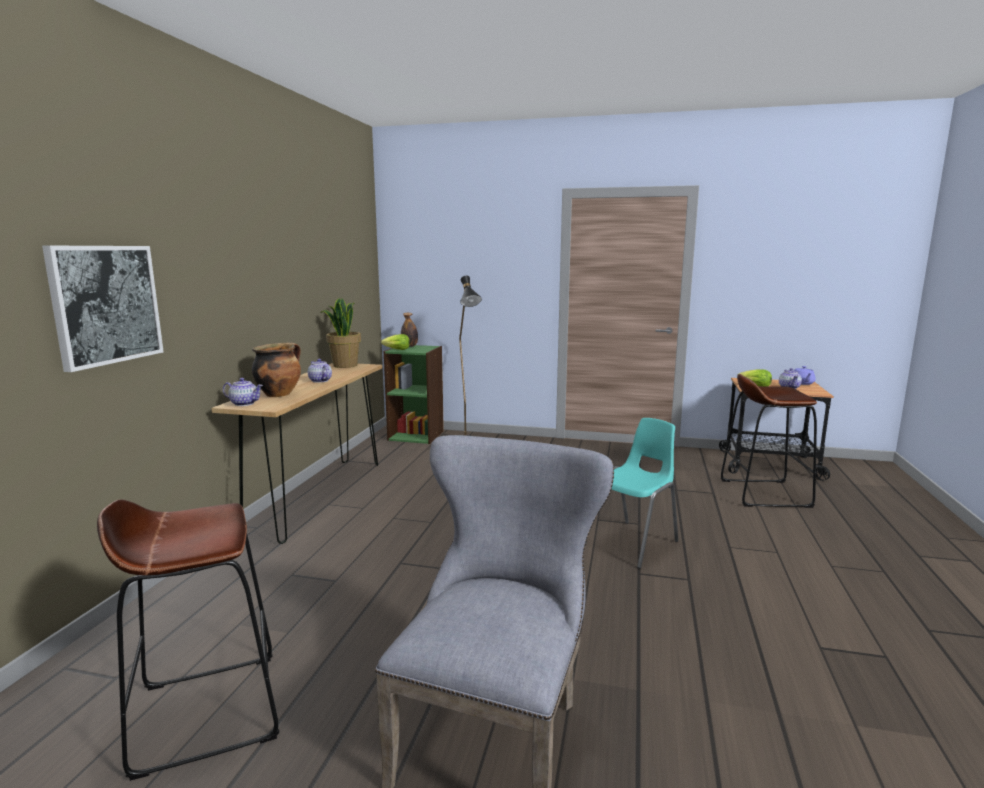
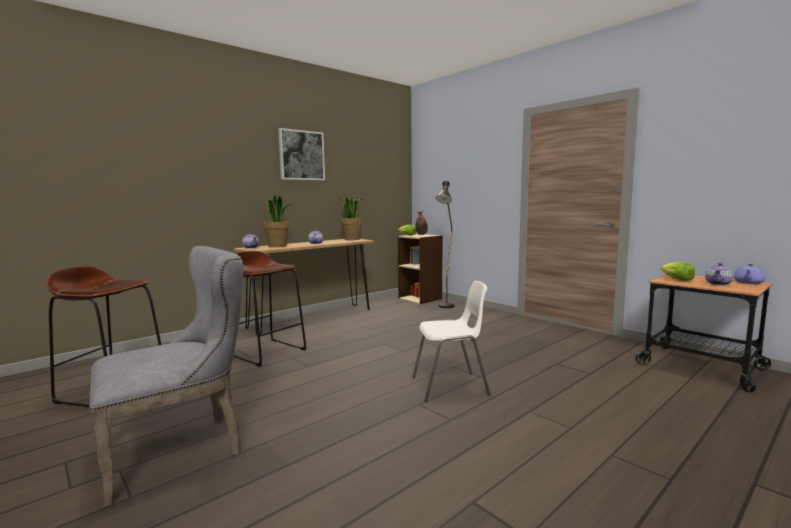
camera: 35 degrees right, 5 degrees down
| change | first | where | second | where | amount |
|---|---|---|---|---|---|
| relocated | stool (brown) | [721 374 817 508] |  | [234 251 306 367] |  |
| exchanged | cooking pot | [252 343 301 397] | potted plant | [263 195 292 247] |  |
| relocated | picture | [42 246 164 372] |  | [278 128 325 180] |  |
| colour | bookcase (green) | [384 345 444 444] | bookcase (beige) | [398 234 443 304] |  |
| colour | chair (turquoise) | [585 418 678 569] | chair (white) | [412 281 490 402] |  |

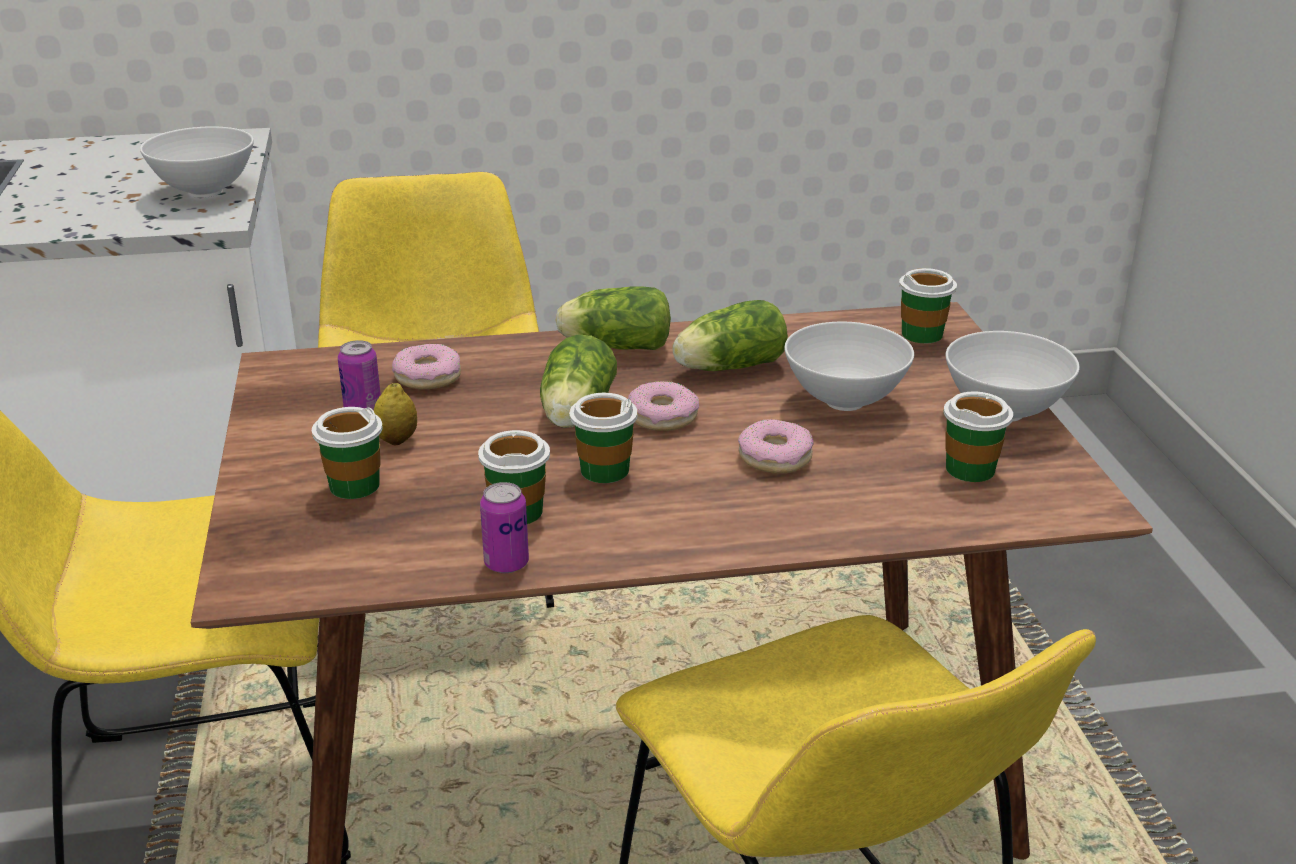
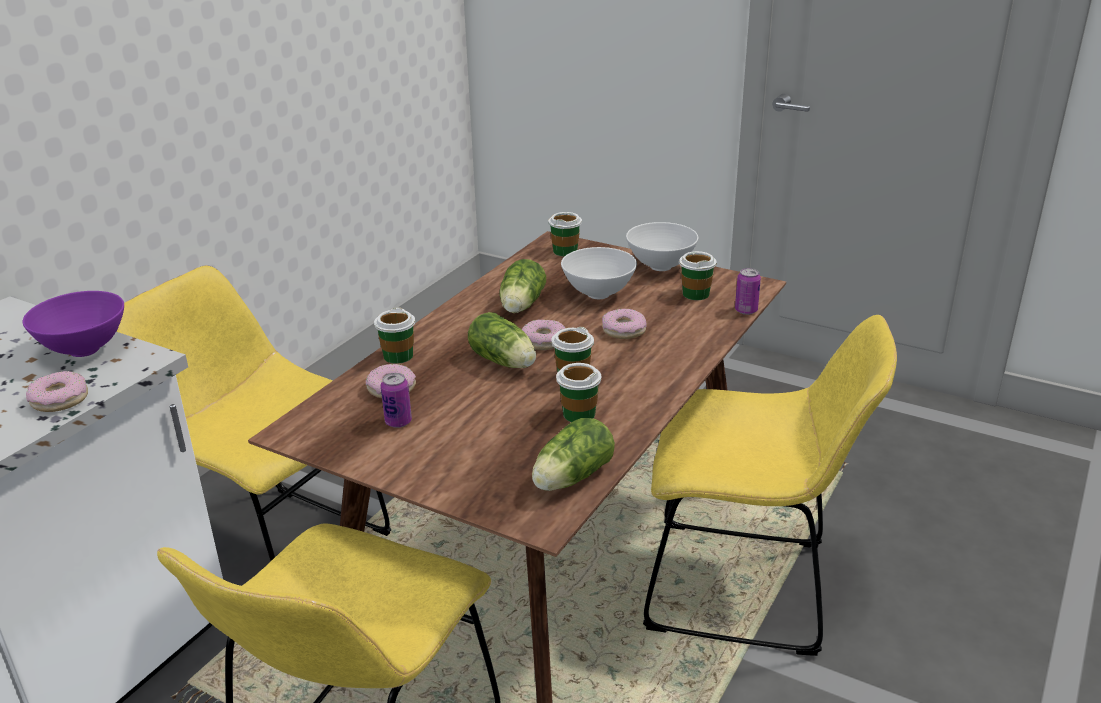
camera: 50 degrees left, 0 degrees up
| change | first | where | second | where | amount |
|---|---|---|---|---|---|
| colour | bowl (white) | [140 126 254 198] | bowl (purple) | [23 291 124 357] |  |
| appeared |  |  | donut | [26 371 88 412] |  |
| relocated | cup | [312 407 383 499] |  | [374 307 415 364] |  |
| relocated | lettuce | [556 286 671 350] |  | [532 418 615 491] |  |
| relocated | can | [480 482 529 573] |  | [735 268 761 315] |  |
| missing | lemon | [374 383 417 446] |  |  |  |

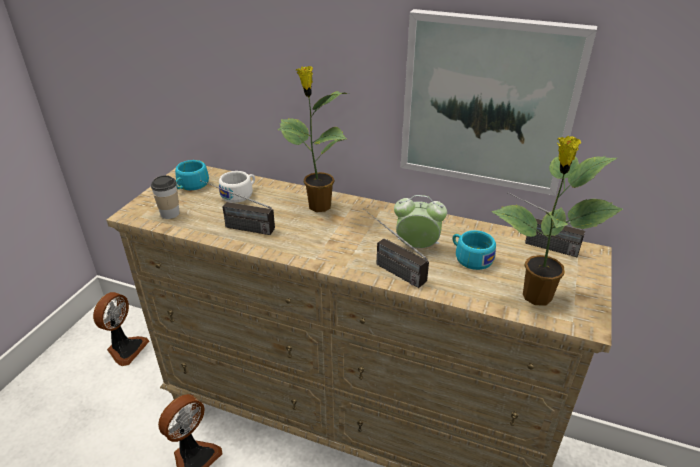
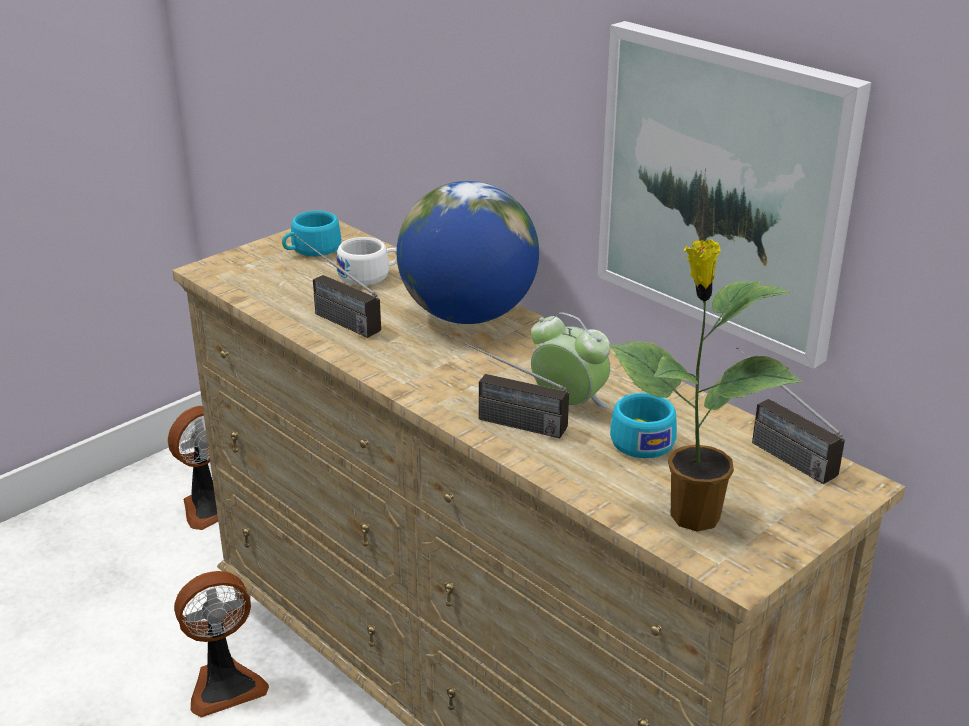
camera: 25 degrees right, 5 degrees down
| change | first | where | second | where | amount |
|---|---|---|---|---|---|
| exchanged | potted plant | [278 66 350 212] | globe | [396 181 539 324] |  |
| spun | radio | [363 208 429 288] |  | [442 332 569 438] | 45 degrees counterclockwise |
| missing | cup | [151 175 180 219] |  |  |  |

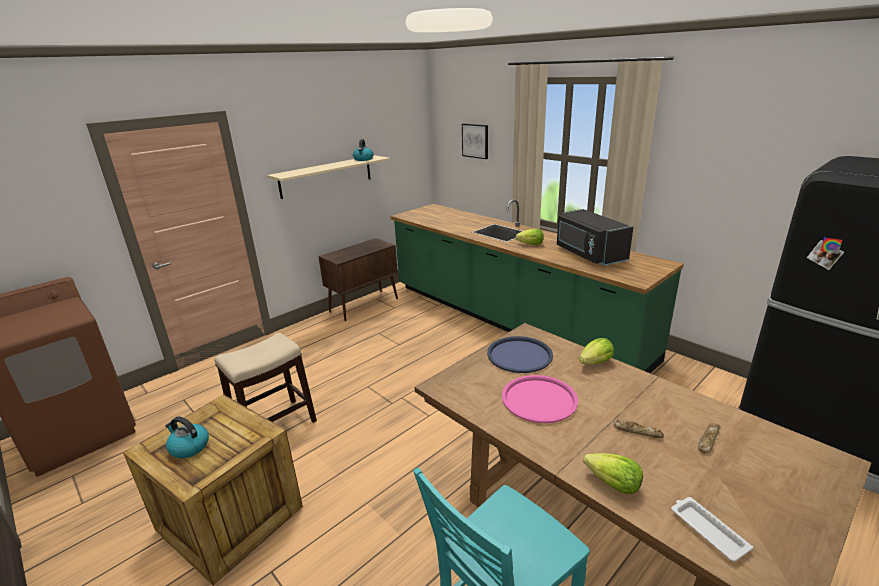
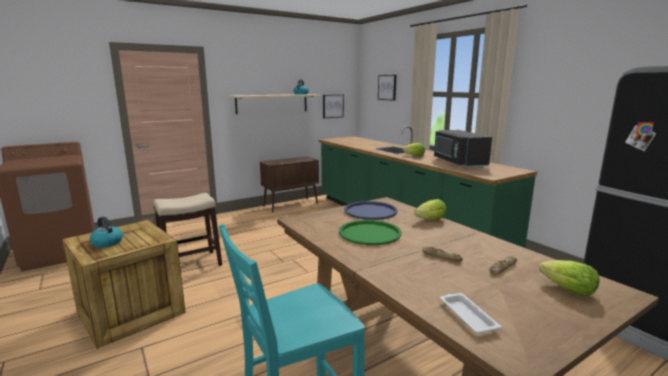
camera: 10 degrees right, 10 degrees down
| change | first | where | second | where | amount |
|---|---|---|---|---|---|
| appeared |  |  | picture | [323 95 344 118] |  |
| colour | tray (pink) | [502 375 578 423] | tray (green) | [339 220 402 245] |  |
| relocated | lettuce | [583 453 643 494] |  | [539 260 600 296] |  |

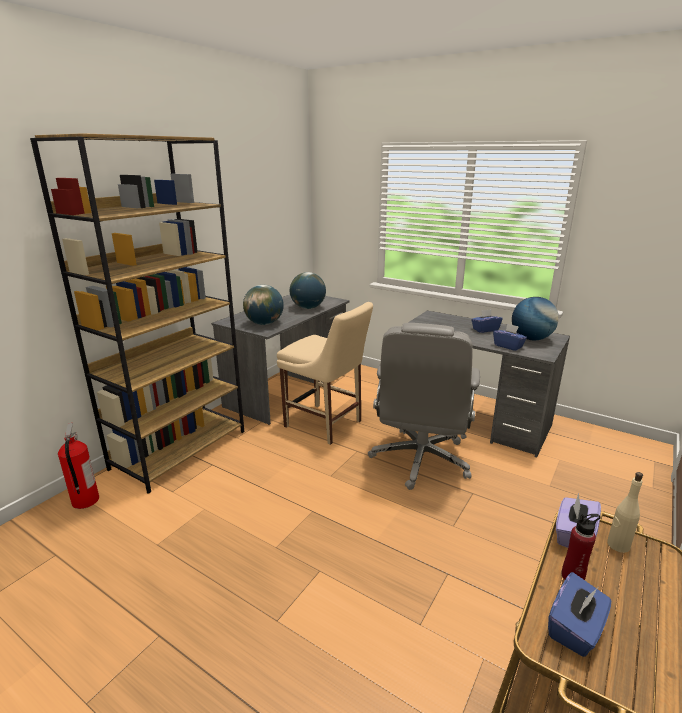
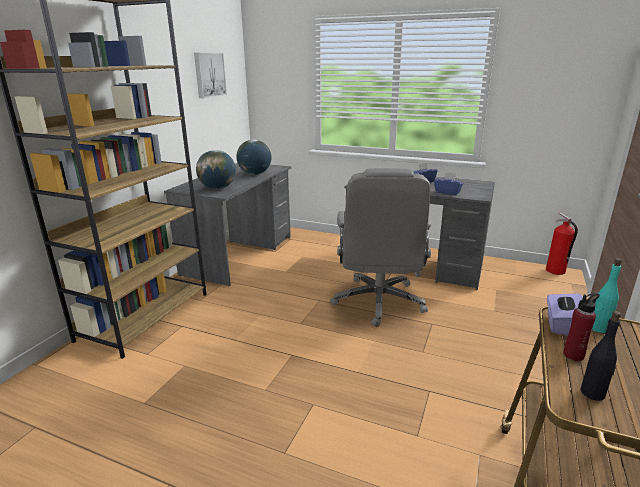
camera: 10 degrees left, 0 degrees up
| change | first | where | second | where | amount |
|---|---|---|---|---|---|
| appeared |  |  | picture | [194 53 227 98] |  |
| relocated | fire extinguisher | [58 423 99 509] |  | [546 212 578 275] |  |
| exchanged | tissue box (blue) | [548 572 611 657] | bottle (black) | [581 311 621 401] |  |
| colour | bottle (beige) | [607 472 643 553] | bottle (turquoise) | [592 258 622 333] |  |
| missing | chair (beige) | [277 302 373 445] |  |  |  |
| missing | globe | [512 297 559 340] |  |  |  |

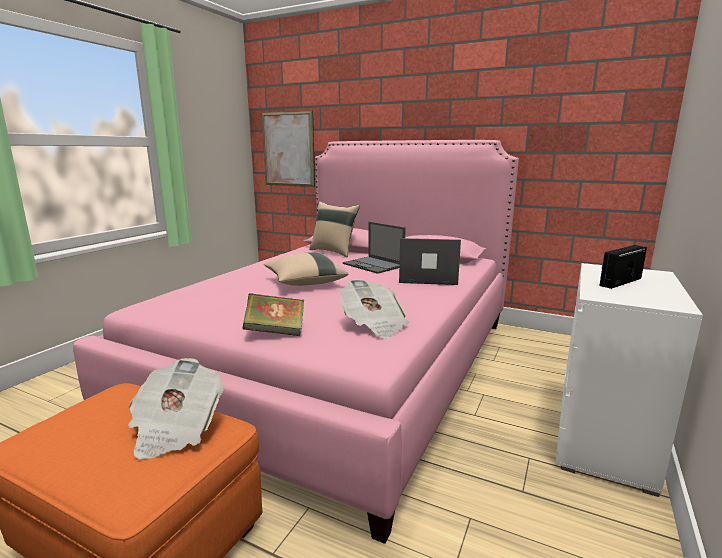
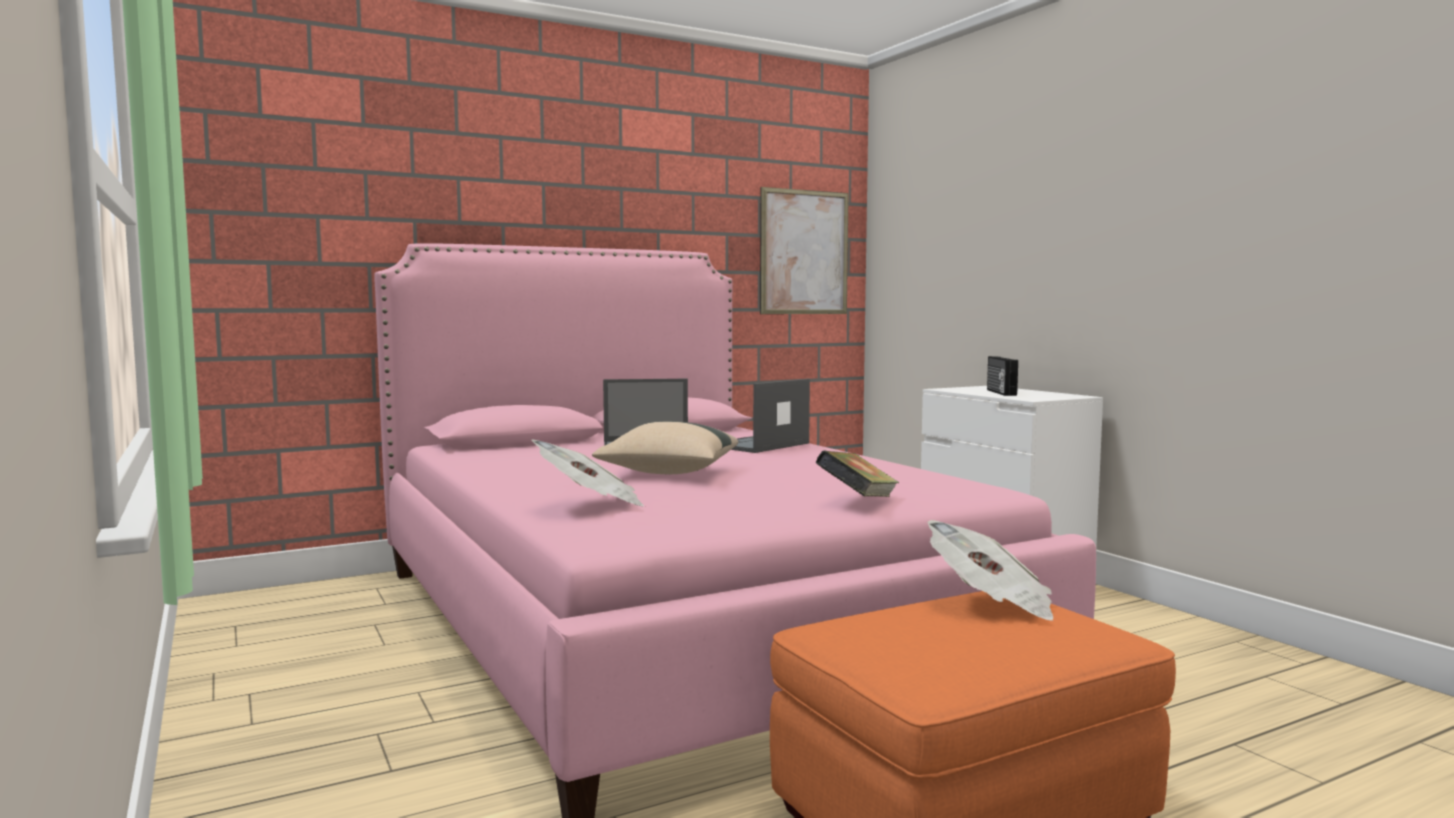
camera: 55 degrees left, 10 degrees down
| change | first | where | second | where | amount |
|---|---|---|---|---|---|
| relocated | newspaper | [339 279 409 339] |  | [531 439 645 507] |  |
| relocated | picture | [262 110 315 187] |  | [760 187 849 314] |  |
| missing | pillow (beige) | [309 202 360 257] |  |  |  |

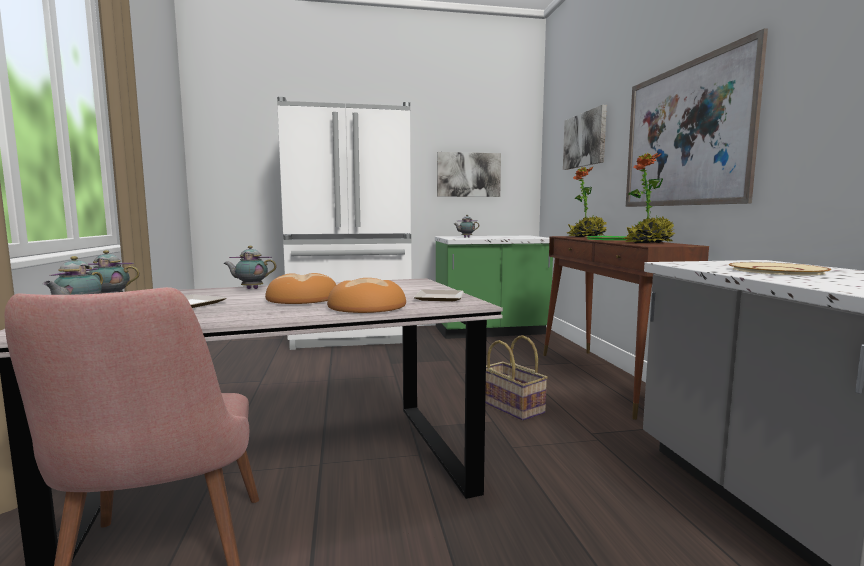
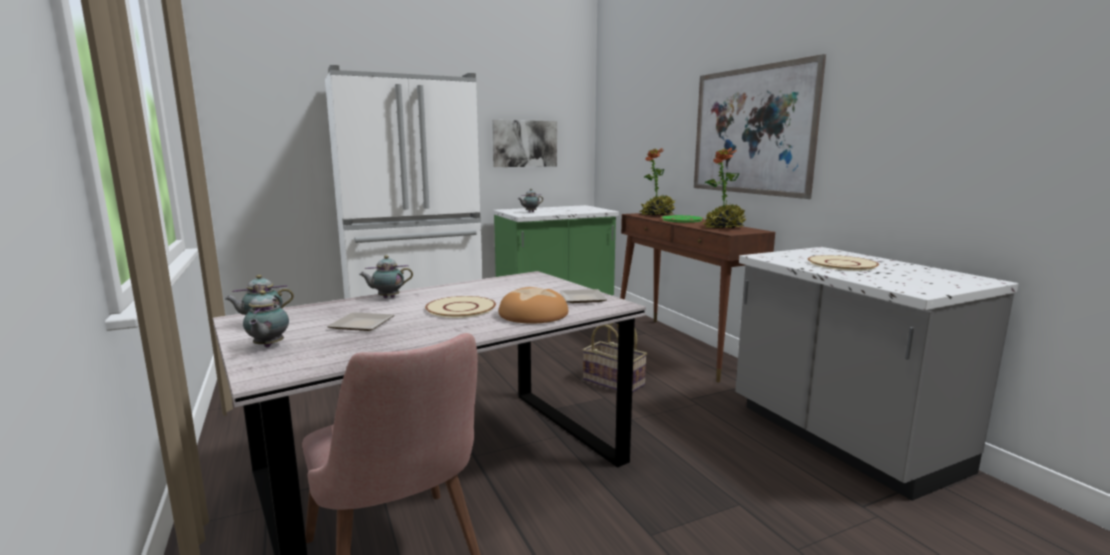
camera: 15 degrees left, 5 degrees up
| change | first | where | second | where | amount |
|---|---|---|---|---|---|
| exchanged | bread | [265 273 336 304] | plate (beige) | [425 296 496 318] |  |
| missing | picture | [563 105 607 170] |  |  |  |

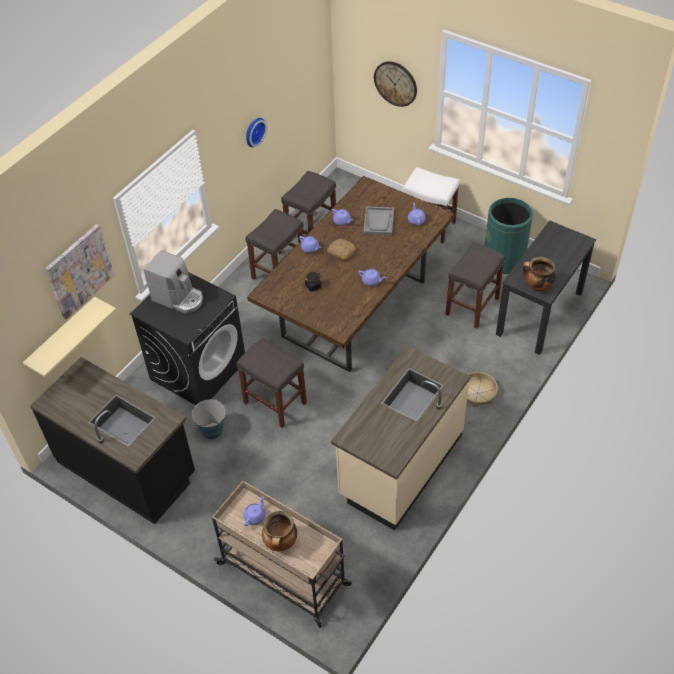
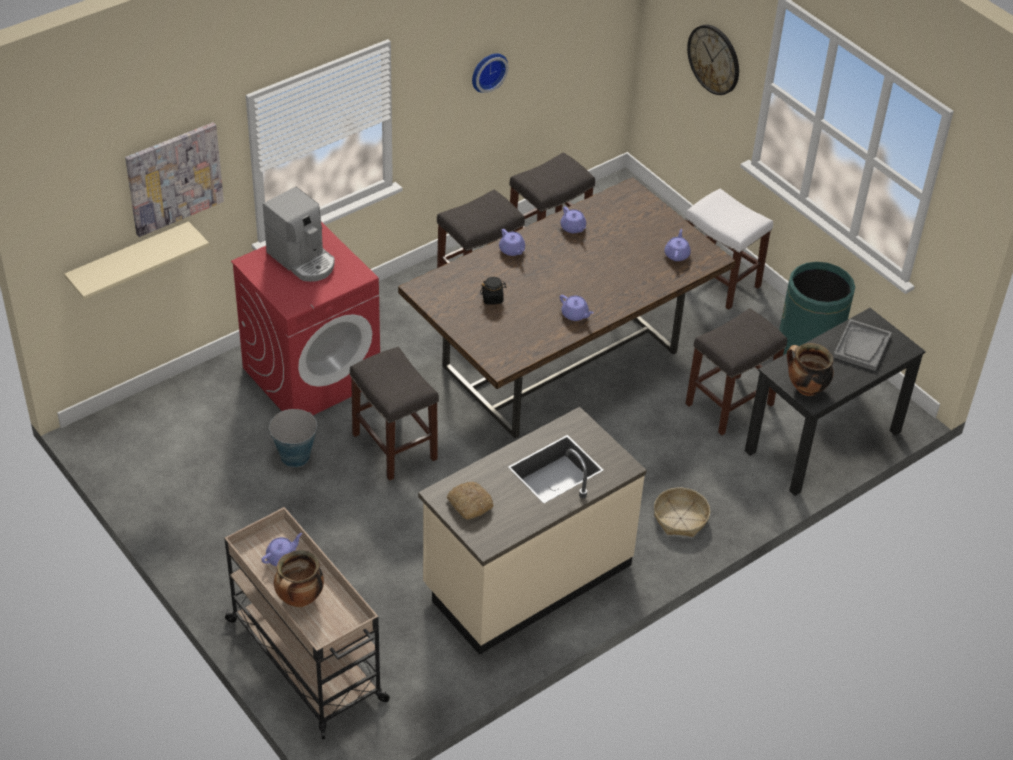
camera: 15 degrees right, 5 degrees down
| change | first | where | second | where | amount |
|---|---|---|---|---|---|
| colour | washing machine (black) | [130 272 245 405] | washing machine (red) | [231 222 380 415] |  |
| relocated | bread | [327 239 356 261] |  | [447 482 494 520] |  |
| relocated | tray (grey) | [363 206 394 235] |  | [833 319 892 371] |  |
| missing | counter (black) | [30 357 195 524] |  |  |  |

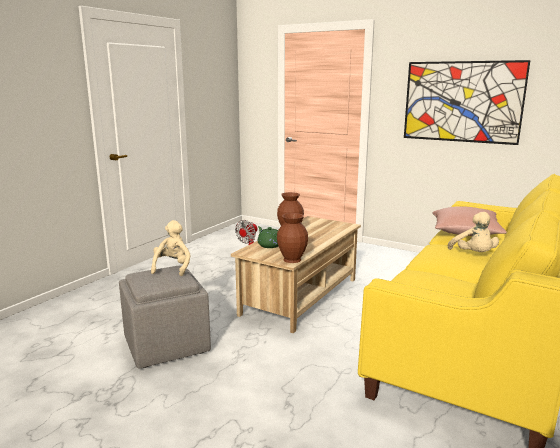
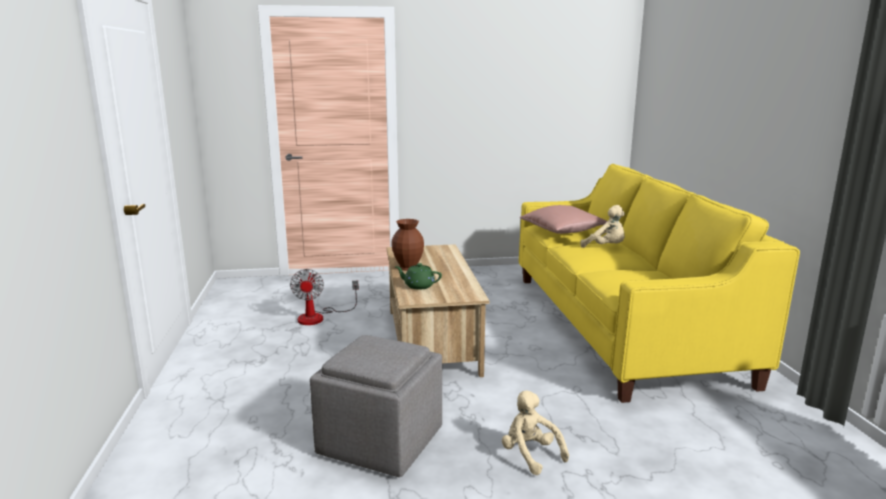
camera: 40 degrees left, 0 degrees up
| change | first | where | second | where | amount |
|---|---|---|---|---|---|
| relocated | plush toy (beige) | [151 220 191 276] |  | [502 390 569 475] |  |
| missing | vase (brown) | [277 213 308 263] |  |  |  |
| missing | picture | [404 60 530 145] |  |  |  |

